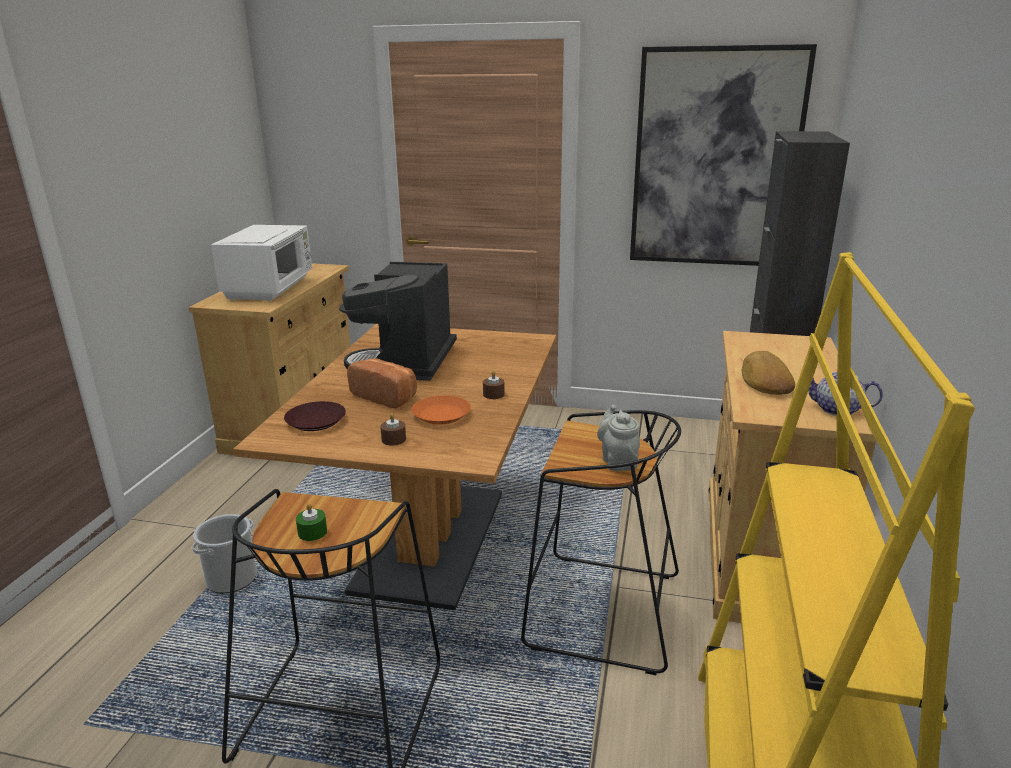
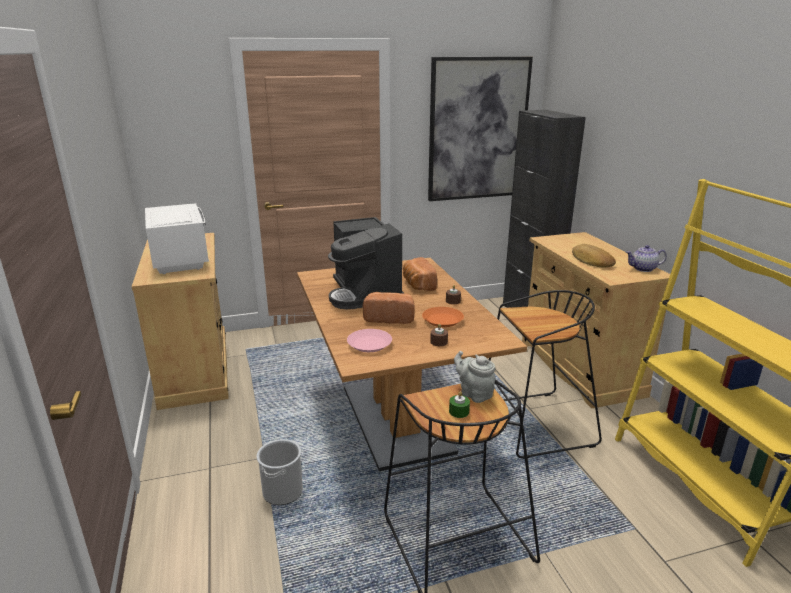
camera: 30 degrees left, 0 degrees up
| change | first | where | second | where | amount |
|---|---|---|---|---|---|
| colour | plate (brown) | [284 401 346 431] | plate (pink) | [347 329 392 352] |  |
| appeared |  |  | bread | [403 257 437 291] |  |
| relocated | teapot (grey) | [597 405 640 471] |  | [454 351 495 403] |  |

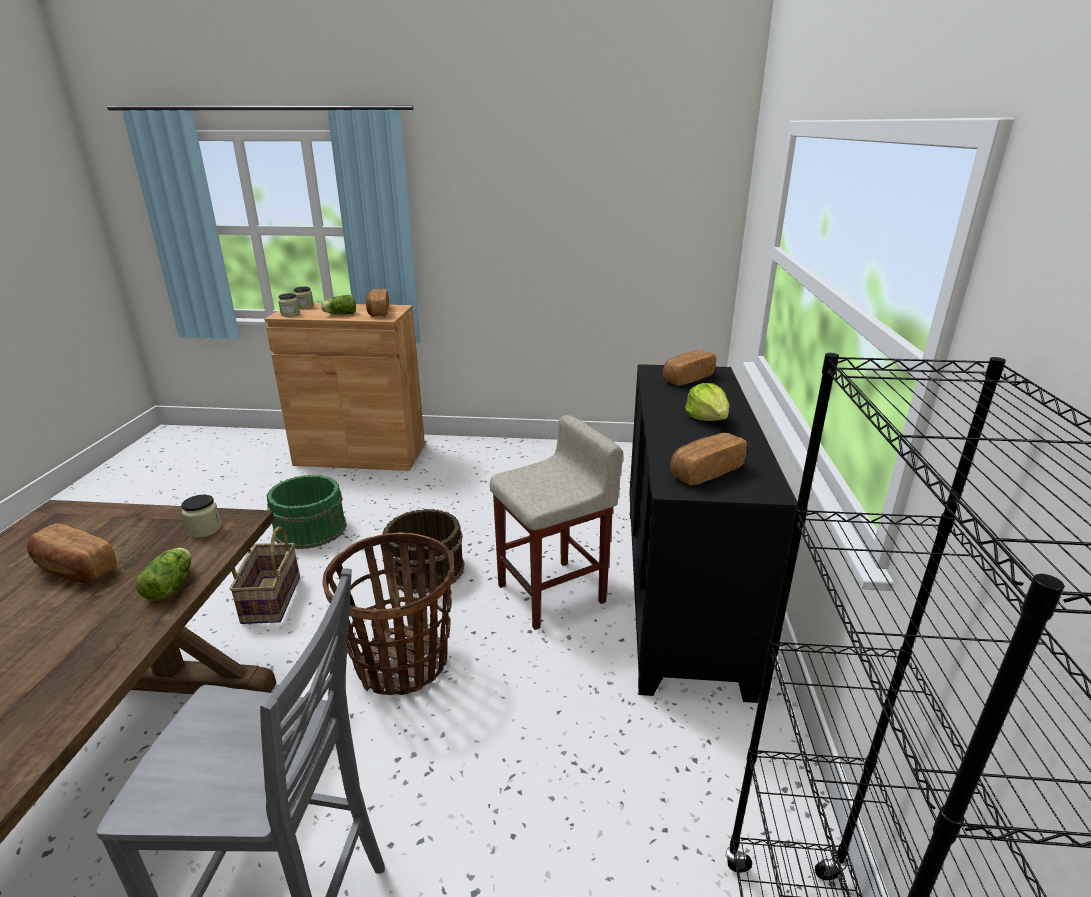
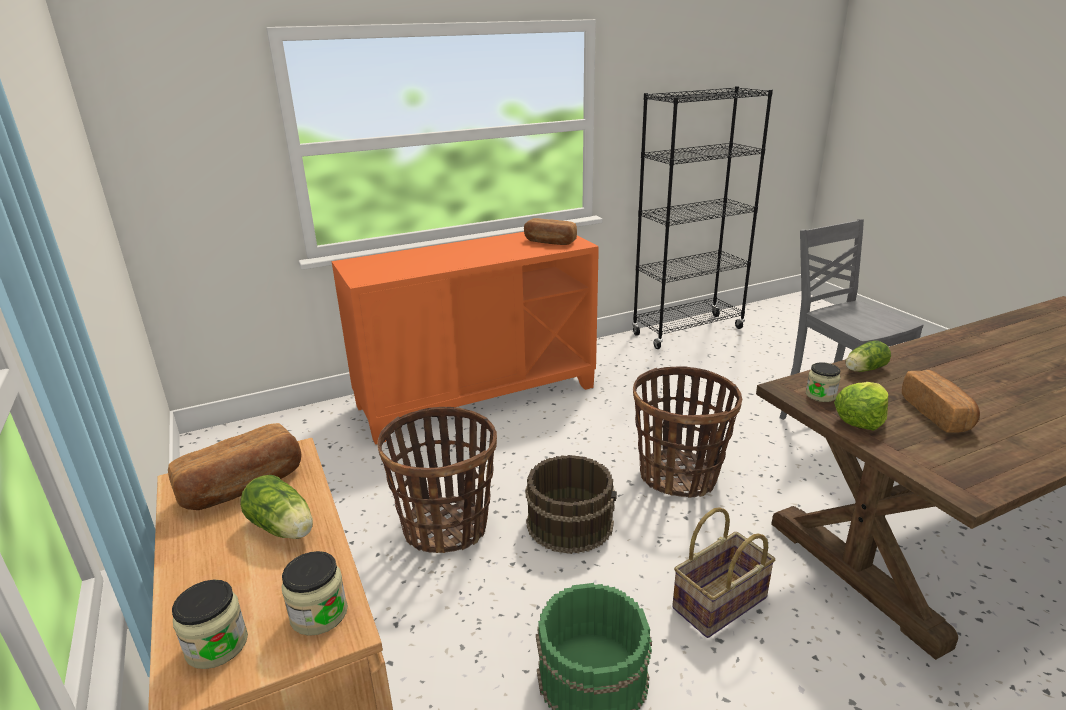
camera: 120 degrees left, 0 degrees up
| change | first | where | second | where | amount |
|---|---|---|---|---|---|
| colour | cabinet (black) | [629 364 797 703] | cabinet (orange) | [332 232 599 445] |  |
| appeared |  |  | basket | [377 407 497 553] |  |
| relocated | lettuce | [685 383 730 421] |  | [834 382 888 431] |  |
| missing | stool (beige) | [490 415 623 630] |  |  |  |
| missing | bread | [663 350 716 386] |  |  |  |

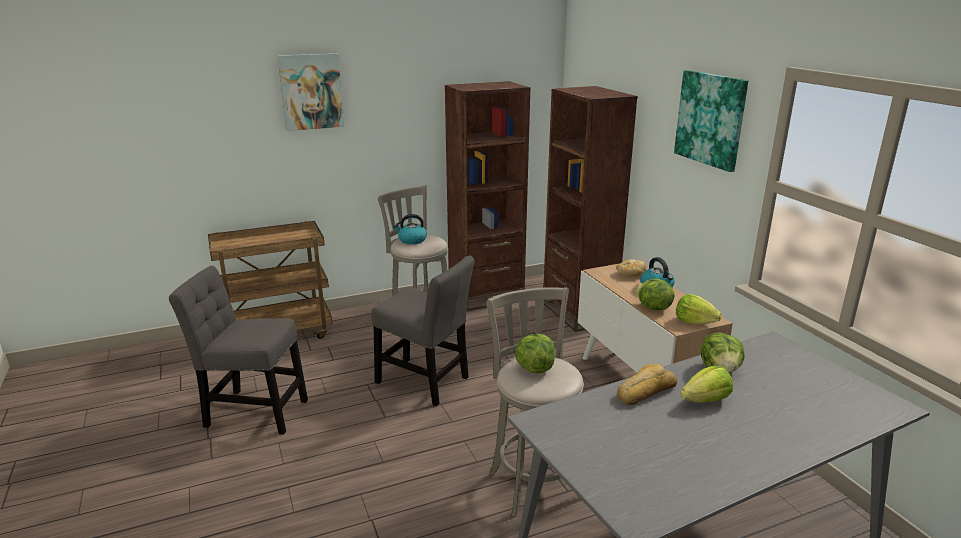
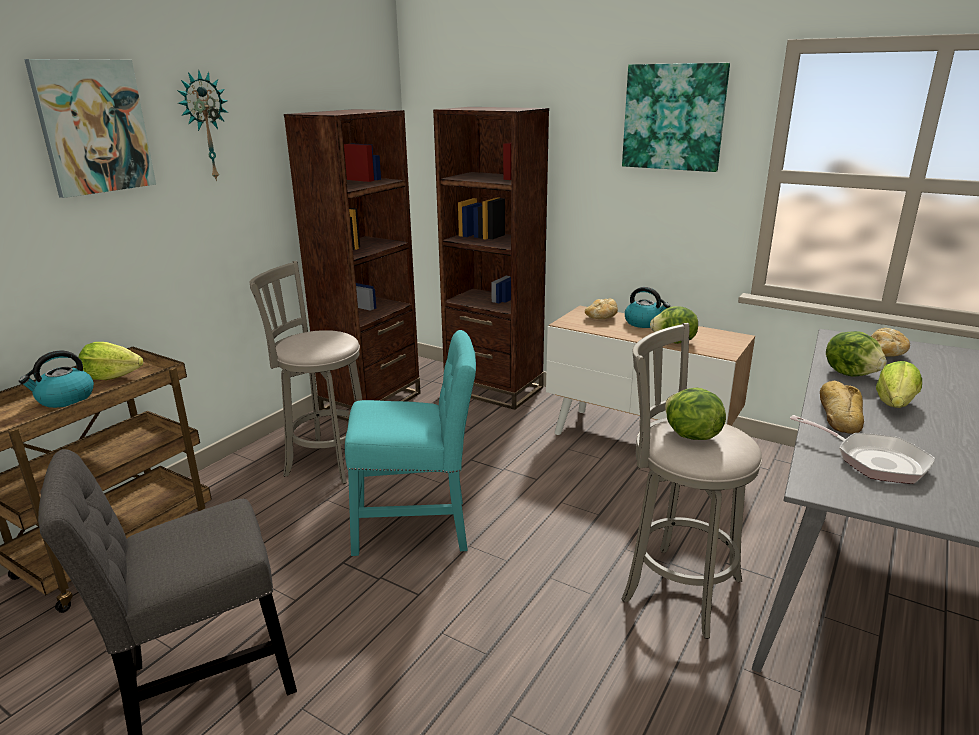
camera: 35 degrees left, 0 degrees up
| change | first | where | second | where | amount |
|---|---|---|---|---|---|
| relocated | kettle | [393 214 427 244] |  | [19 351 94 408] |  |
| relocated | lettuce | [676 294 722 324] |  | [78 342 144 380] |  |
| appeared |  |  | wall clock | [177 69 228 181] |  |
| colour | chair (grey) | [372 256 475 406] | chair (turquoise) | [345 330 476 556] |  |
| appeared |  |  | frying pan | [790 415 935 484] |  |
| appeared |  |  | bread | [871 328 910 357] |  |

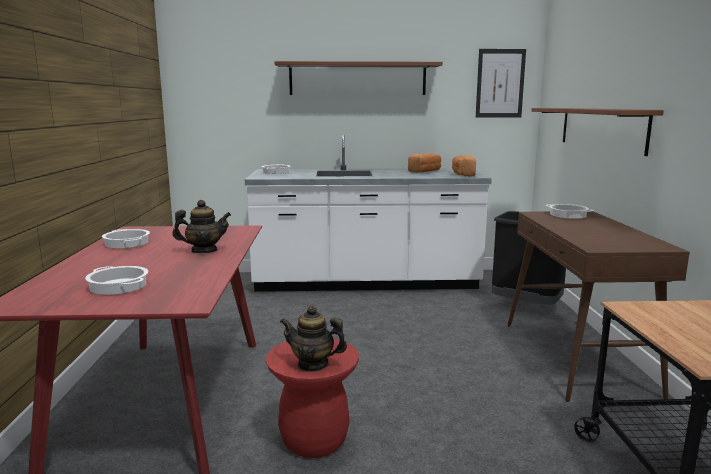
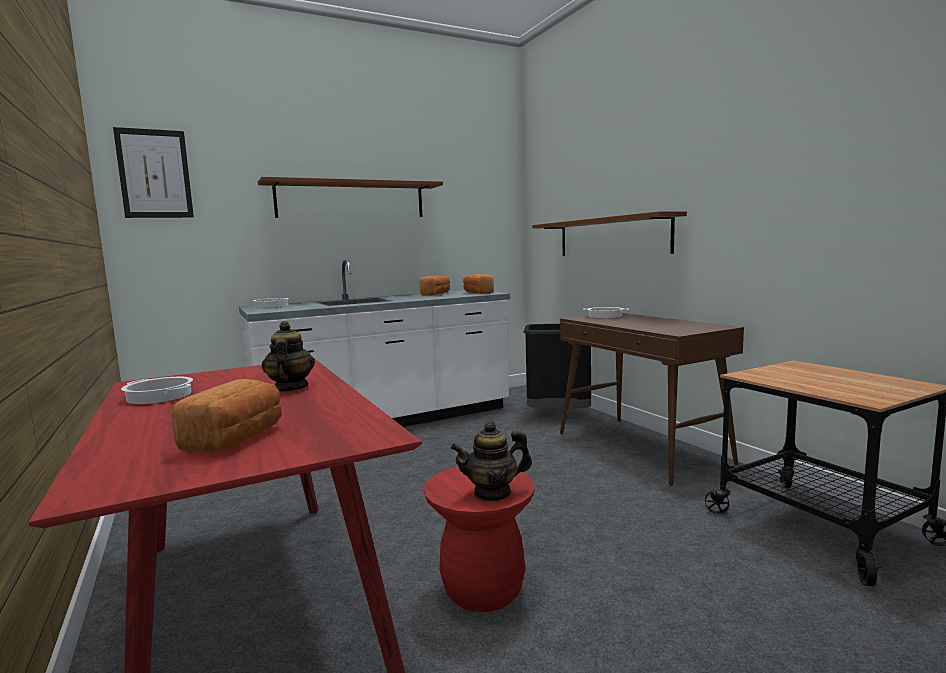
camera: 25 degrees left, 5 degrees down
| change | first | where | second | where | amount |
|---|---|---|---|---|---|
| relocated | picture | [476 49 526 117] |  | [113 127 194 218] |  |
| exchanged | cooking pot | [85 266 148 295] | bread | [172 379 282 453] |  |
| spun | teapot | [172 200 231 253] |  | [262 321 315 392] | 60 degrees counterclockwise |

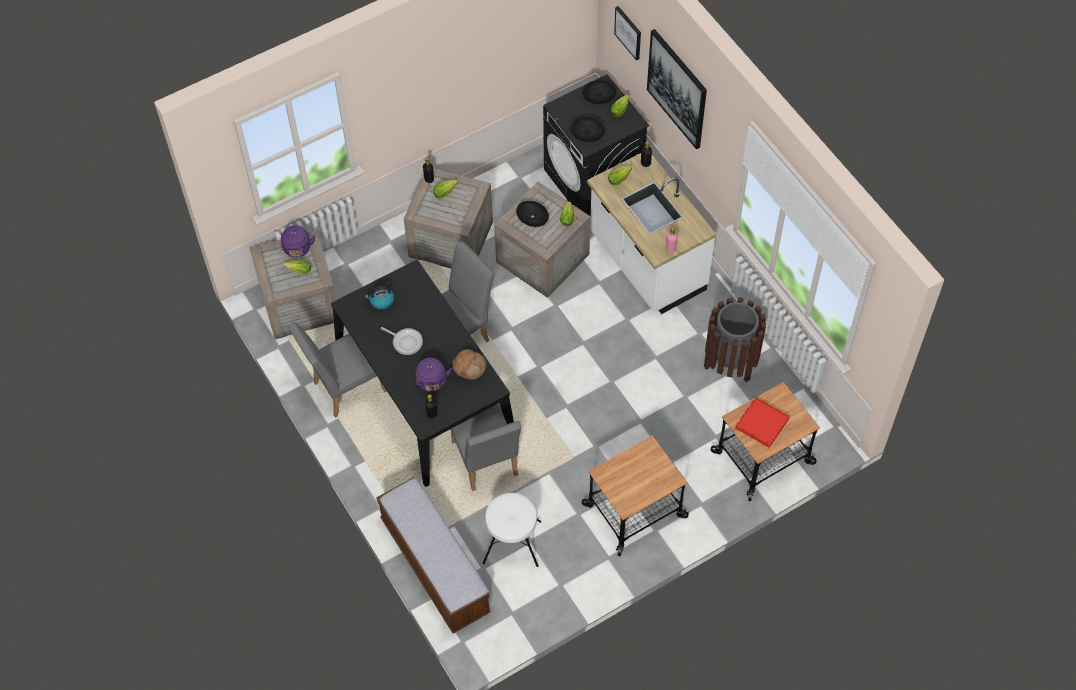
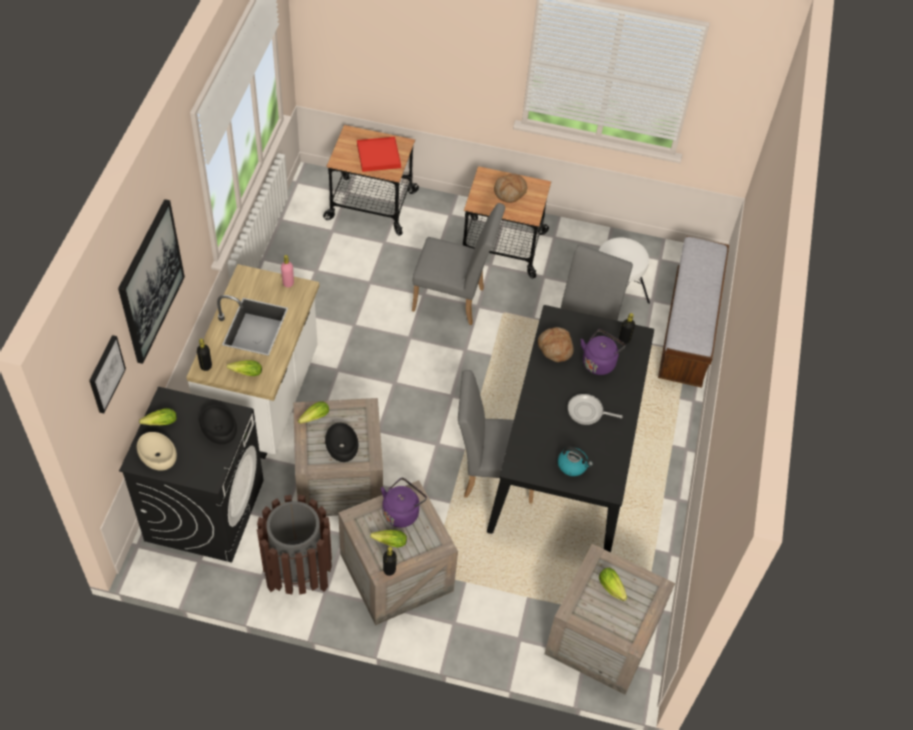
camera: 140 degrees left, 5 degrees down
| change | first | where | second | where | amount |
|---|---|---|---|---|---|
| colour | bowl (black) | [582 80 616 104] | bowl (beige) | [137 432 177 471] |  |
| relocated | trash can (brown) | [704 297 766 382] |  | [257 495 332 595] |  |
| relocated | kettle (purple) | [280 225 315 258] |  | [381 478 427 528] |  |
| relocated | chair (grey) | [288 322 387 418] |  | [412 203 505 325] |  |
| appeared |  |  | bread | [494 173 527 203] |  |
| spun | frying pan | [381 327 423 355] |  | [568 394 623 425] | 60 degrees counterclockwise |

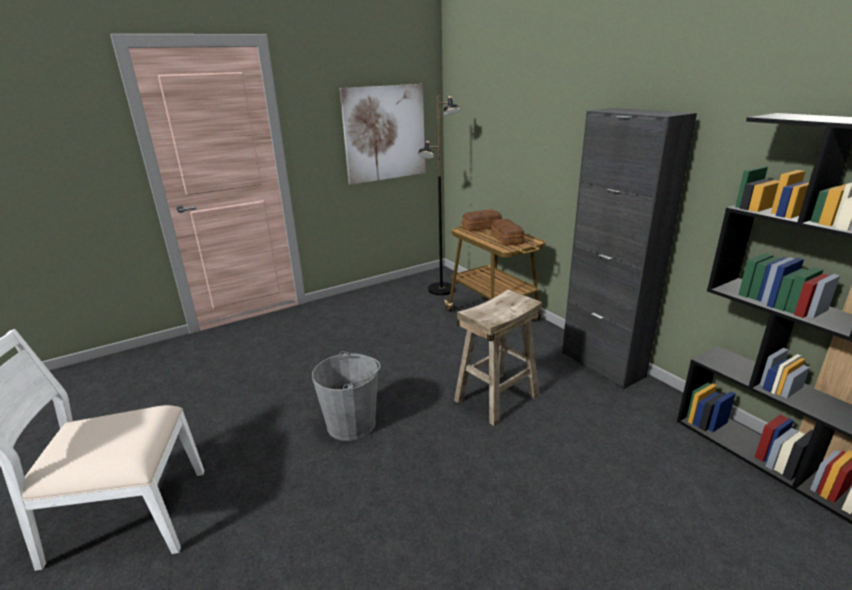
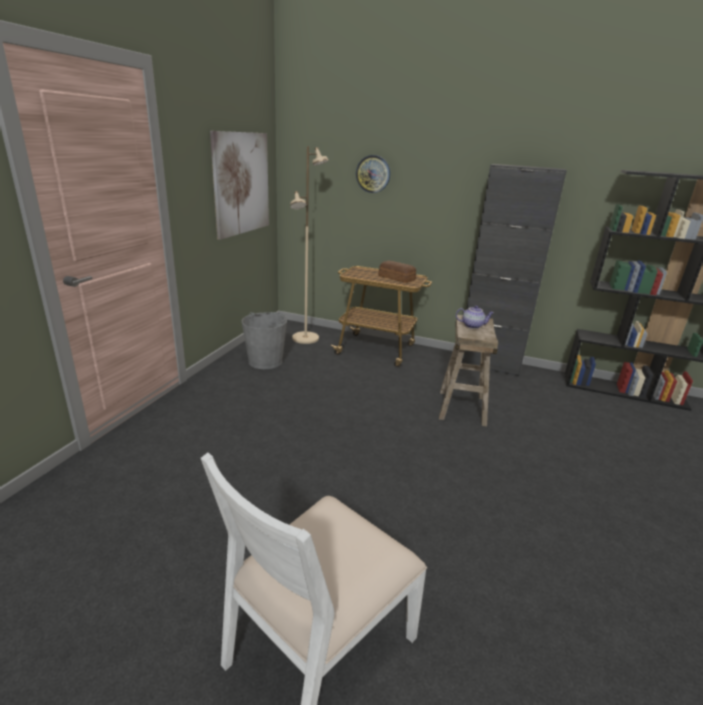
camera: 40 degrees left, 0 degrees up
| change | first | where | second | where | amount |
|---|---|---|---|---|---|
| relocated | bucket (grey) | [312 351 381 441] |  | [242 312 287 369] |  |
| colour | floor lamp (black) | [418 96 461 295] | floor lamp (beige) | [290 146 329 344] |  |
| appeared |  |  | wall clock | [356 155 390 193] |  |
| appeared |  |  | teapot | [456 305 494 329] |  |
| missing | bread | [462 209 502 231] |  |  |  |

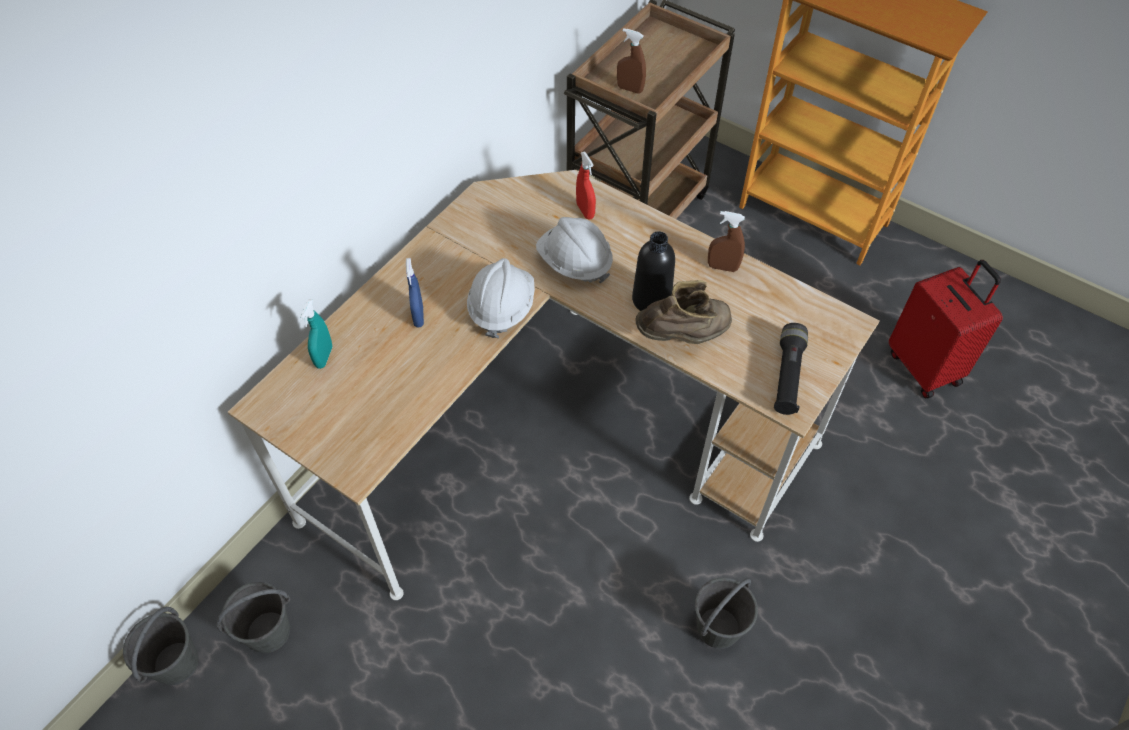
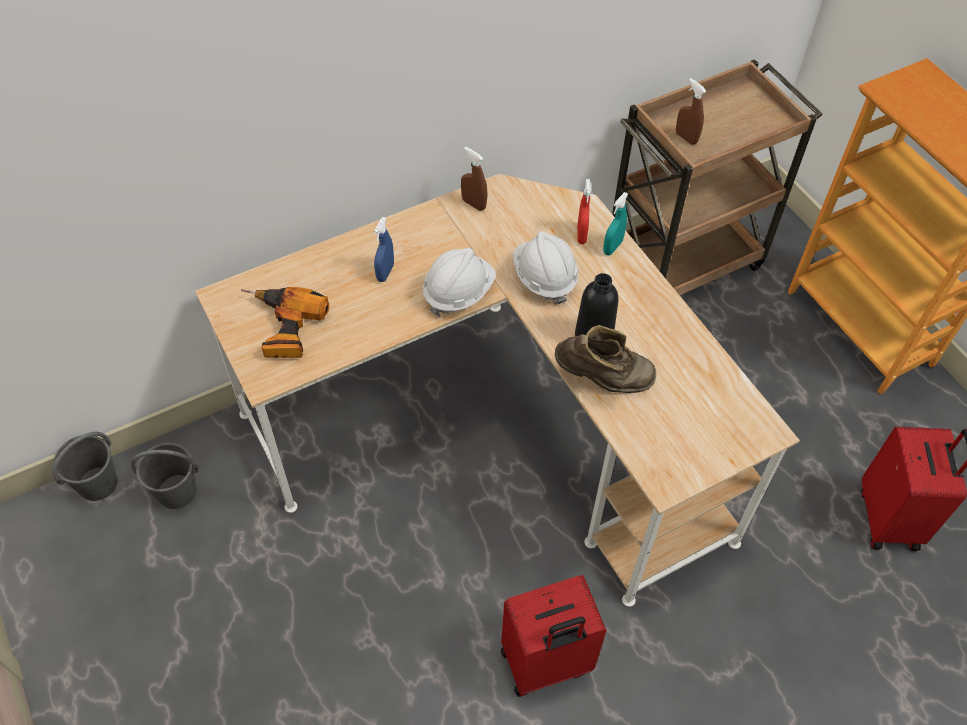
camera: 25 degrees right, 0 degrees up
| change | first | where | second | where | amount |
|---|---|---|---|---|---|
| appeared |  |  | power drill | [241 287 329 358] |  |
| relocated | spray bottle (brown) | [708 211 745 272] |  | [461 147 488 211] |  |
| exchanged | bucket (grey) | [695 577 758 649] | suitcase (red) | [501 575 607 697] |  |
| relocated | spray bottle (turquoise) | [300 299 332 369] |  | [603 192 628 255] |  |
| missing | flashlight (black) | [774 323 808 415] |  |  |  |

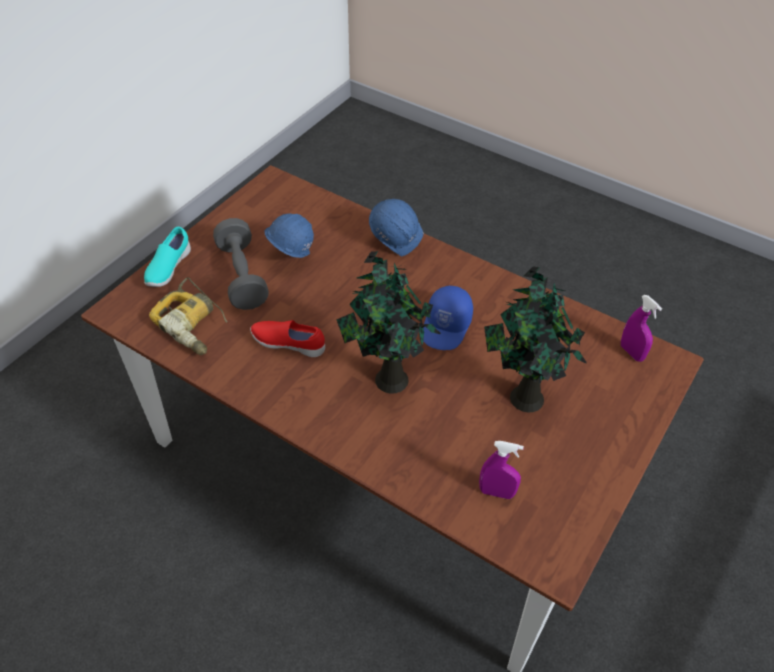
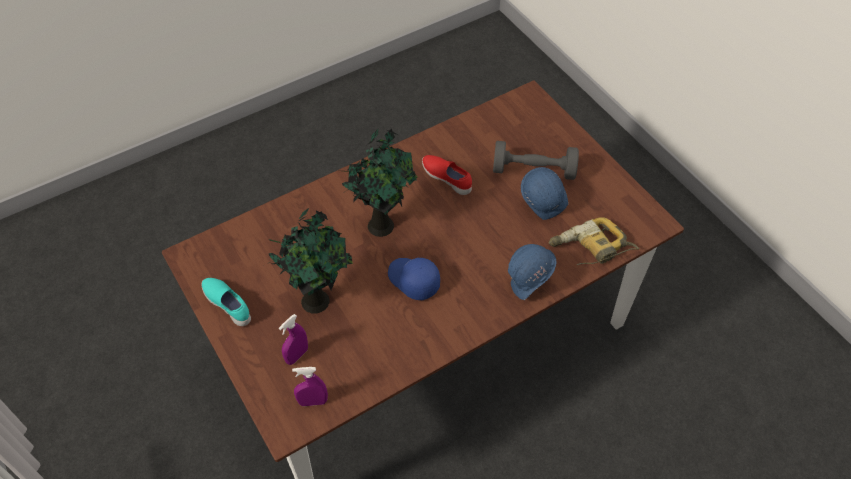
camera: 115 degrees right, 5 degrees up
| change | first | where | second | where | amount |
|---|---|---|---|---|---|
| relocated | shoe (turquoise) | [144 227 191 287] |  | [202 278 251 326] |  |
| relocated | spray bottle (purple) | [479 441 524 499] |  | [279 314 308 365] |  |
| spun | shoe (red) | [250 320 325 357] |  | [422 155 472 195] | 90 degrees counterclockwise |
| relocated | power drill | [149 277 227 355] |  | [549 217 639 265] |  |

